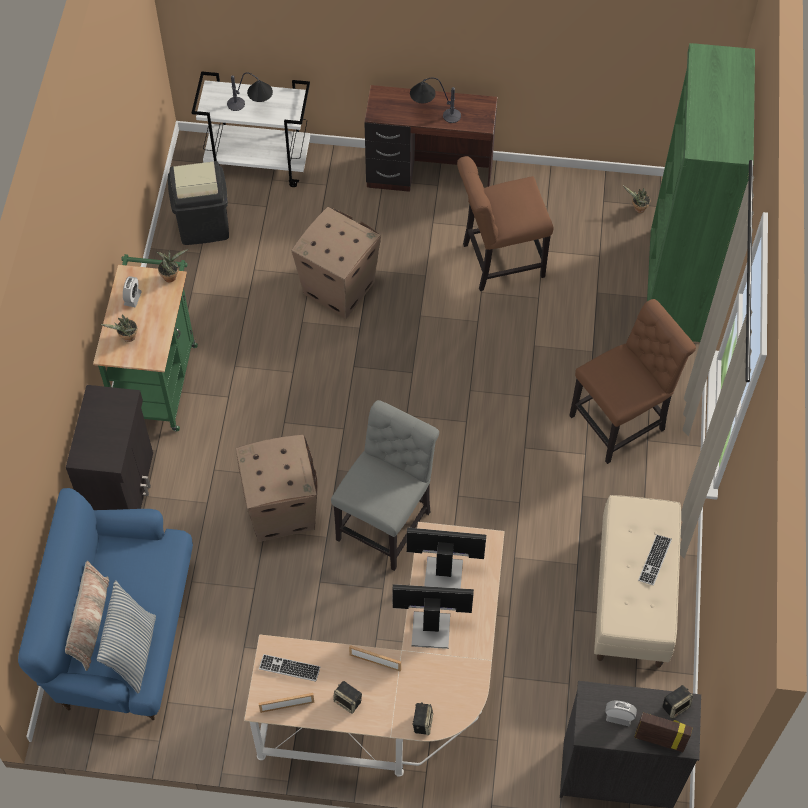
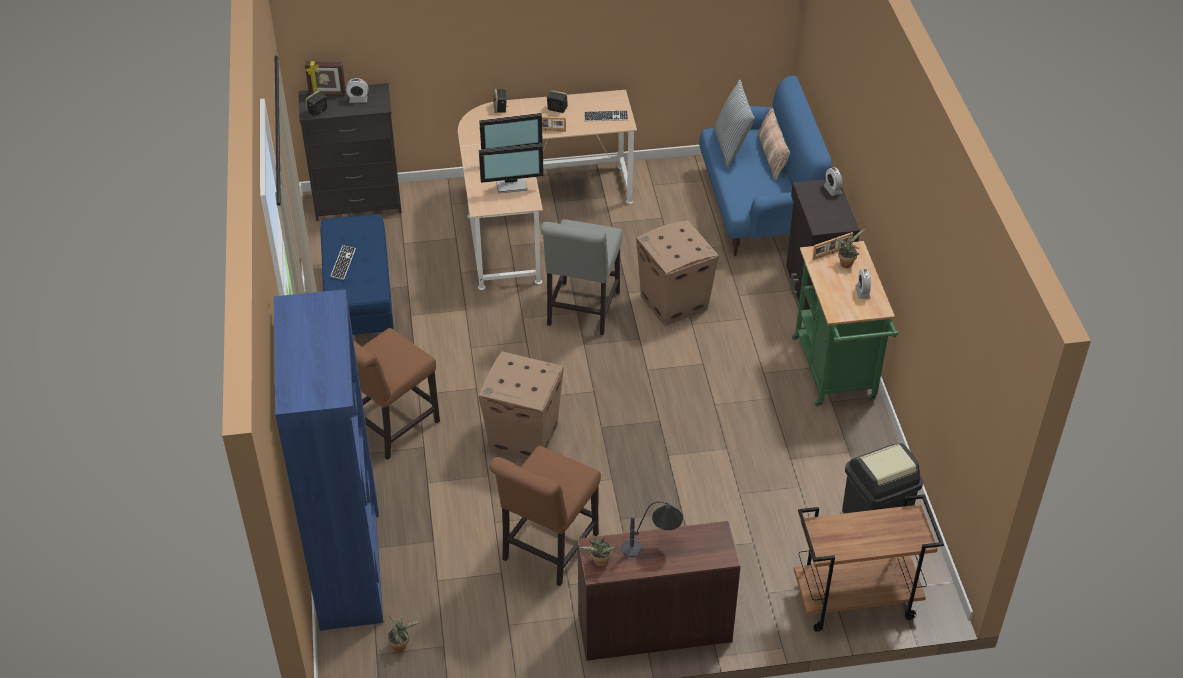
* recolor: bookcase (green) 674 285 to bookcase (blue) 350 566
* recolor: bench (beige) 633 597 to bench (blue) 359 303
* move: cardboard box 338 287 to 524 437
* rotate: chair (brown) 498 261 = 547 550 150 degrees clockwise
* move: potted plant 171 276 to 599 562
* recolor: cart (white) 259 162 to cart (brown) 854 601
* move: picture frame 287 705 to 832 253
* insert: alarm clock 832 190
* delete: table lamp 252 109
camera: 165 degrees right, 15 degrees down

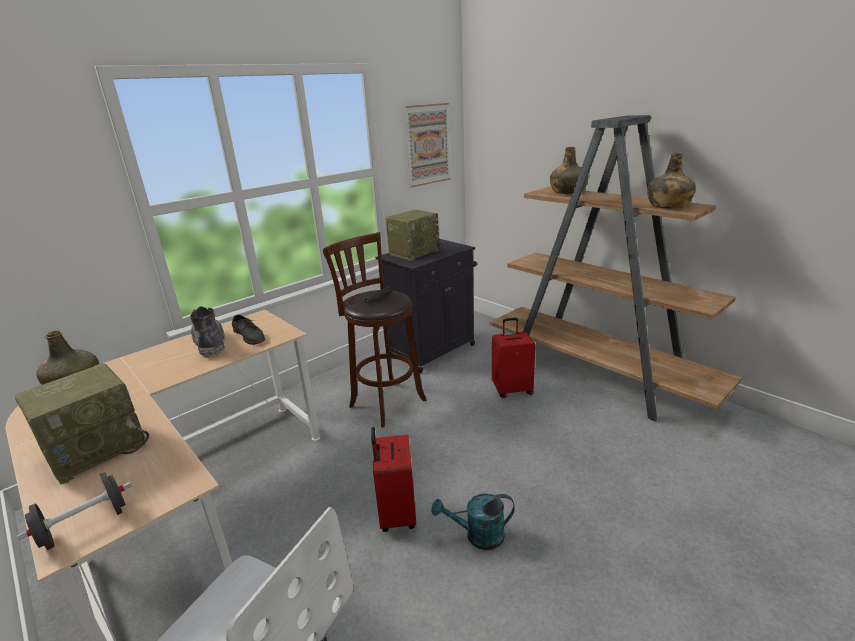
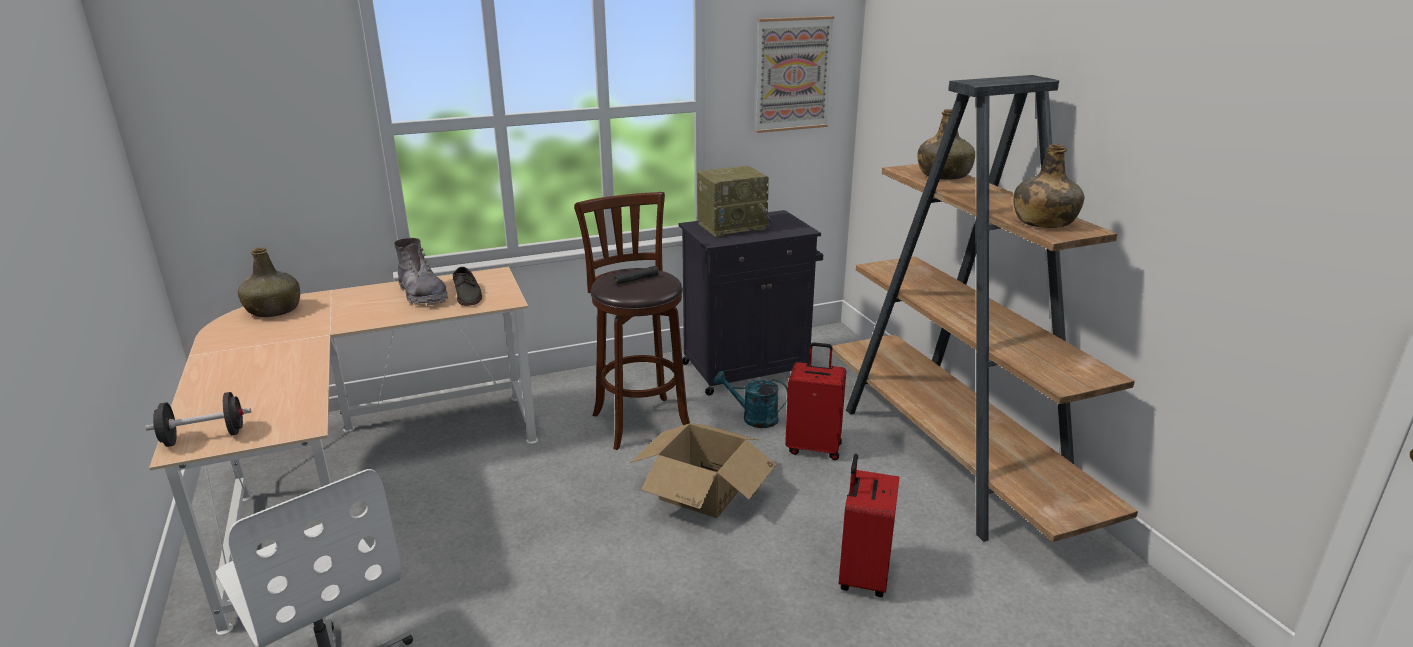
* rotate: boot (grey) 210 343 = 422 294 150 degrees clockwise
* insert: cardboard box 703 491
* move: watering can (turquoise) 477 536 to 753 418
* move: suitcase (red) 396 514 to 862 576
* delete: radio 98 449
camera: 20 degrees right, 0 degrees up

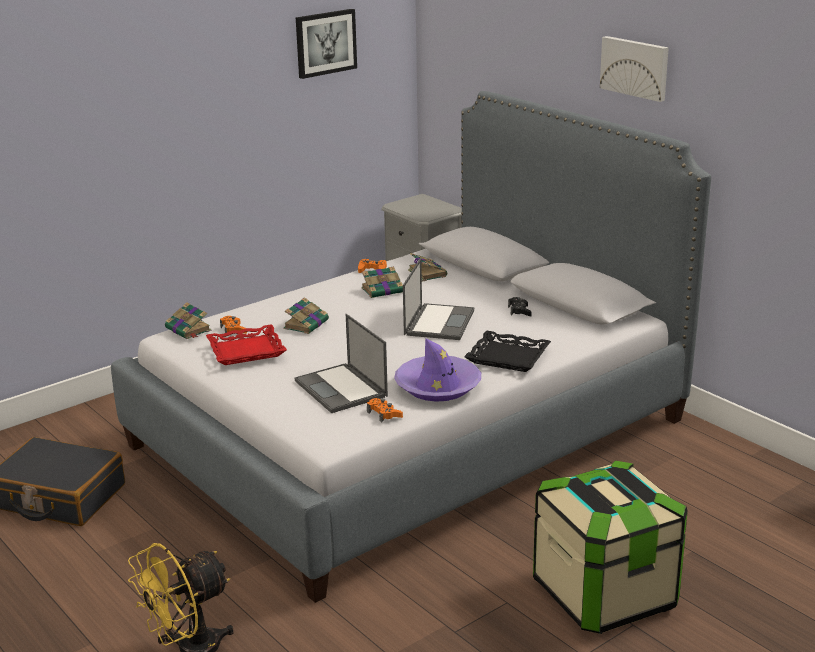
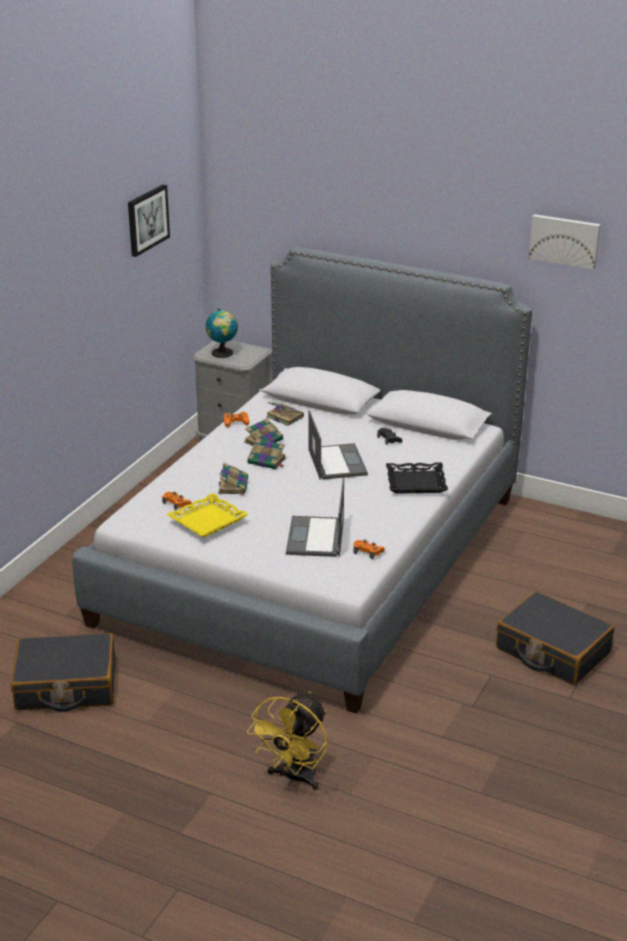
* recolor: tray (red) 246 350 to tray (yellow) 207 520
* insert: globe 223 353
* move: book 189 330 to 267 461
* rotate: laptop 341 389 = 315 538 60 degrees clockwise
* replace: storage box 605 595 to suitcase (black) 552 651
* move: picture 635 67 to 565 240
* delete: hat (purple) 438 386
camera: 25 degrees left, 5 degrees up

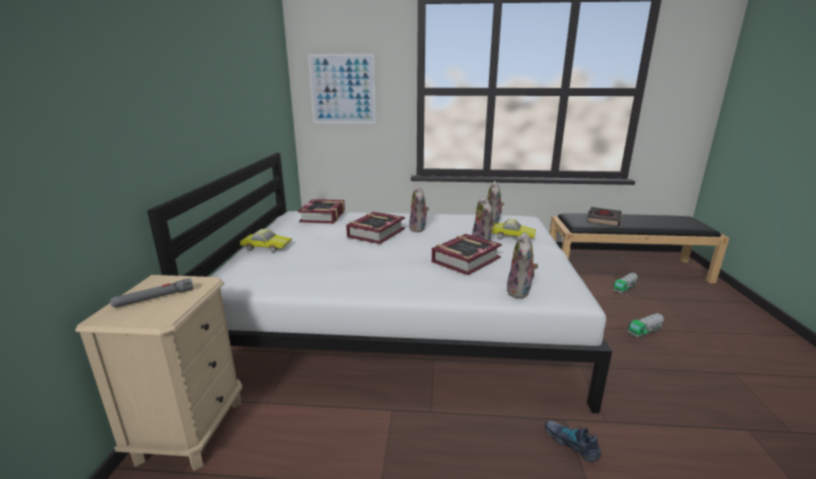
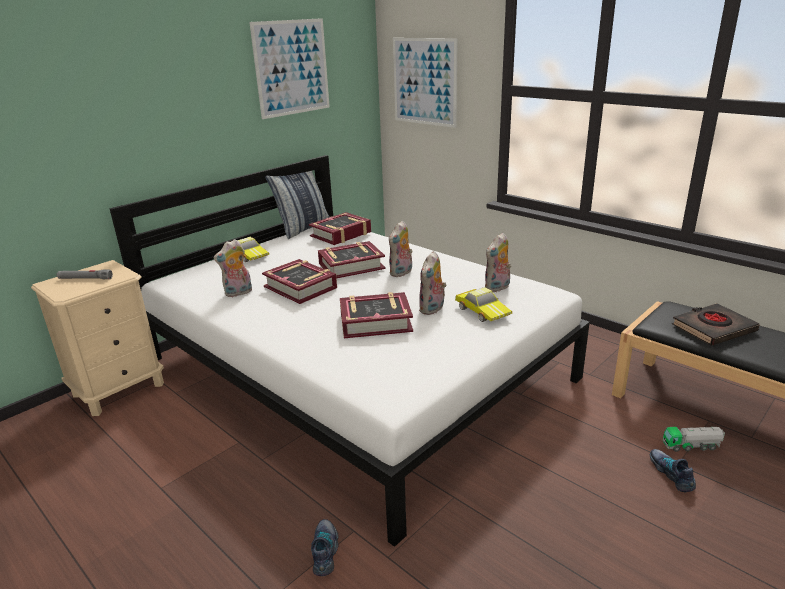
* move: plush toy 520 292 to 238 293
* insert: picture 292 68
* insert: book 301 287
* insert: pillow 303 228
* insert: shoe 671 473
* delete: toy truck 645 331
camera: 40 degrees right, 5 degrees up

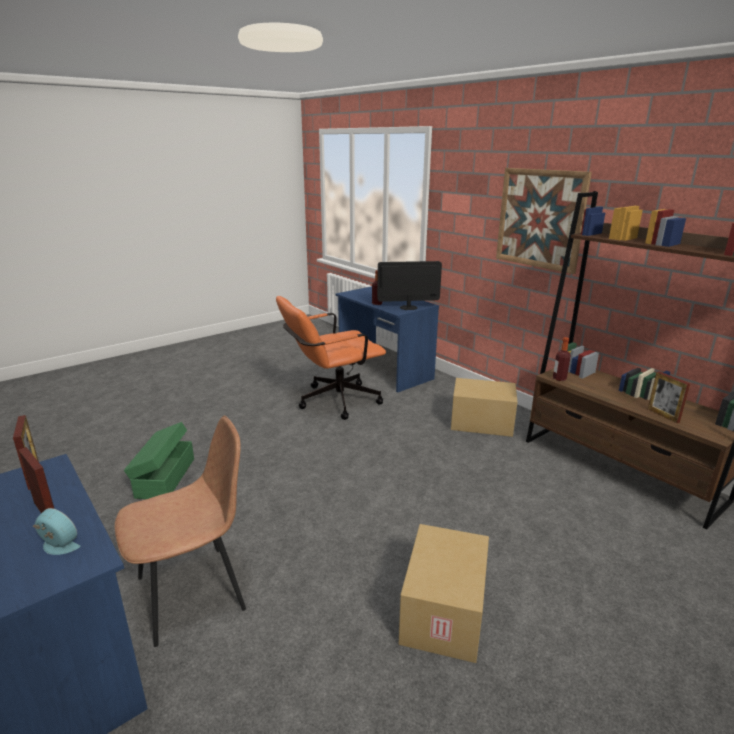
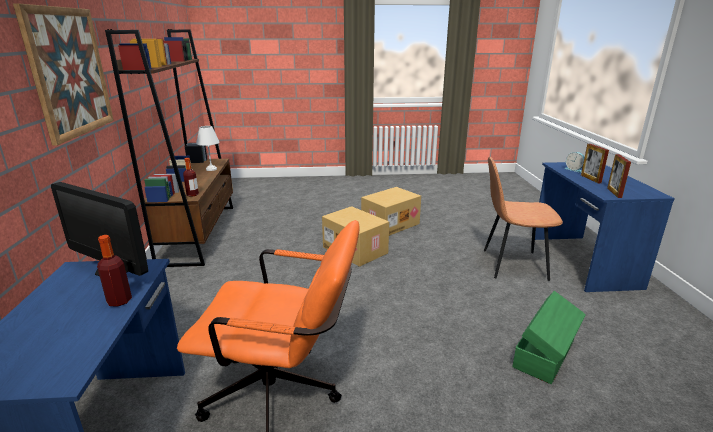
* replace: picture frame 663 415 to table lamp (white) 211 169
* move: cardboard box 481 423 to 356 250
camera: 145 degrees left, 0 degrees up

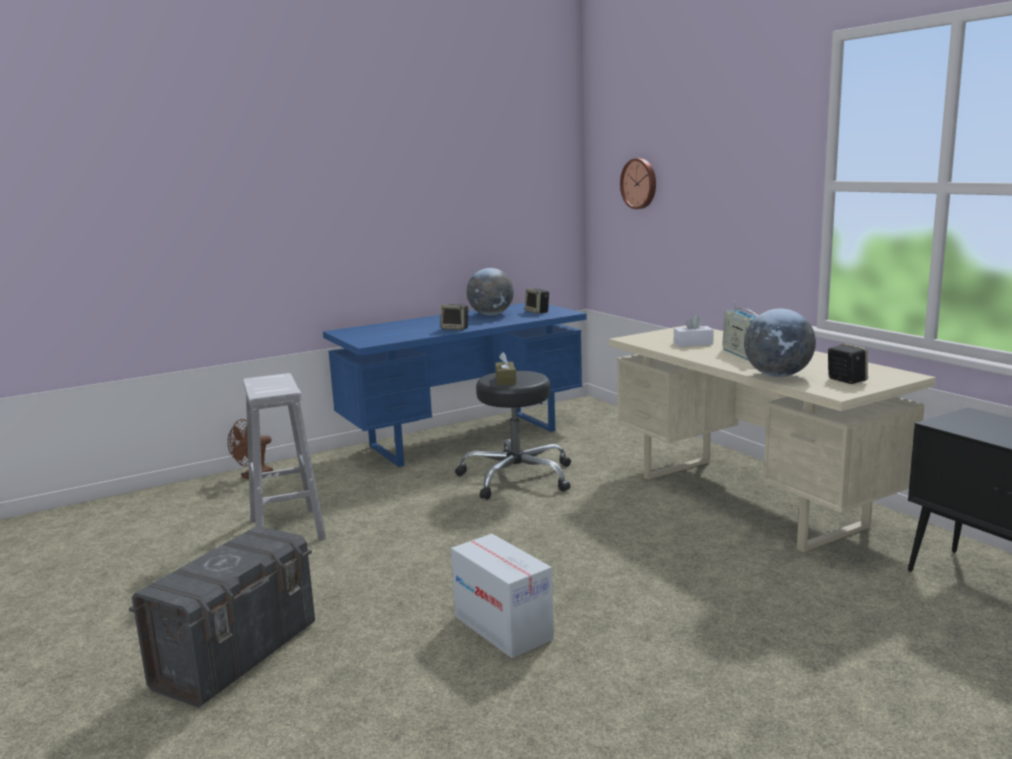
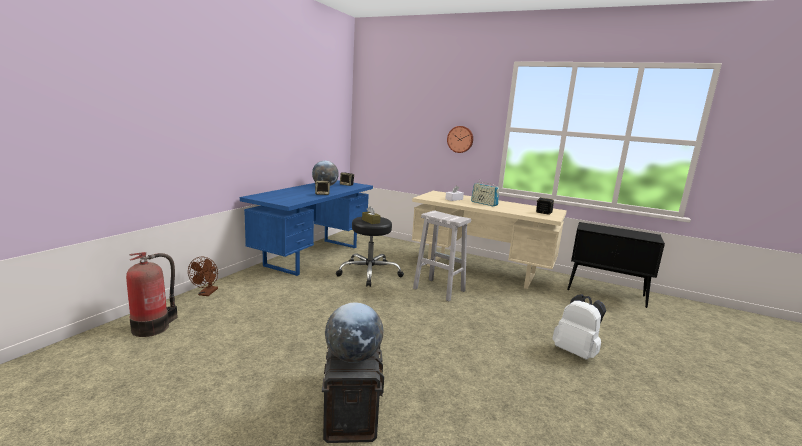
* insert: fire extinguisher 153 327
* move: globe 778 375 to 353 357
* move: stool (white) 286 528 to 438 289
* move: wall clock 640 183 to 460 139
* insert: backpack (white) 576 352
* delete: cardboard box 503 628
camera: 35 degrees left, 0 degrees up

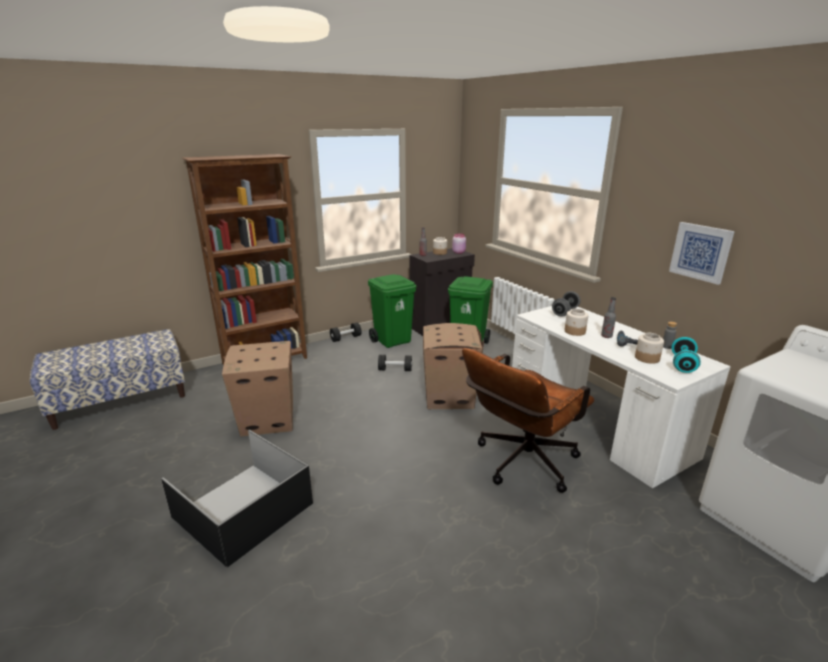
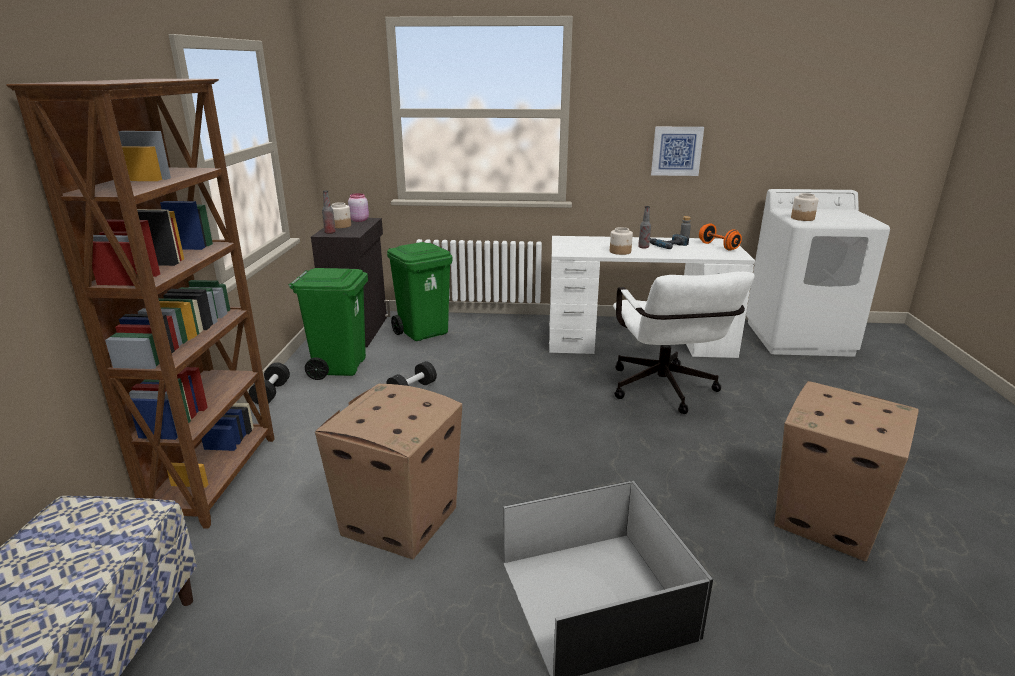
* recolor: office chair (brown) 520 464 to office chair (white) 665 392
* recolor: dumbbell (turquoise) 682 364 to dumbbell (orange) 718 246
* move: cardboard box 449 396 to 824 519
* move: jar 646 358 to 802 218
* delete: dumbbell (grey) 565 312
camera: 55 degrees left, 0 degrees up

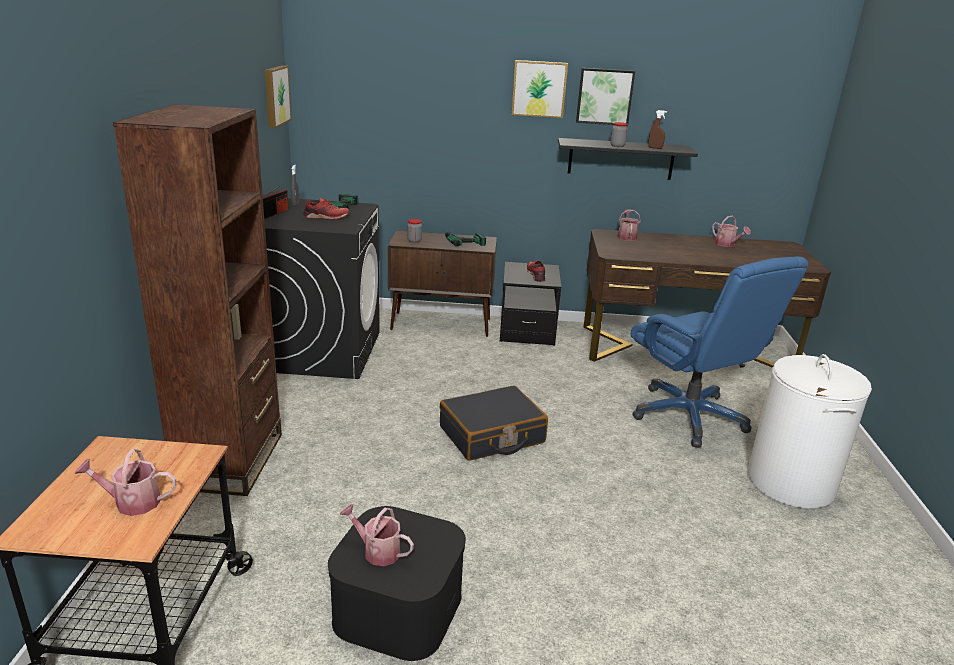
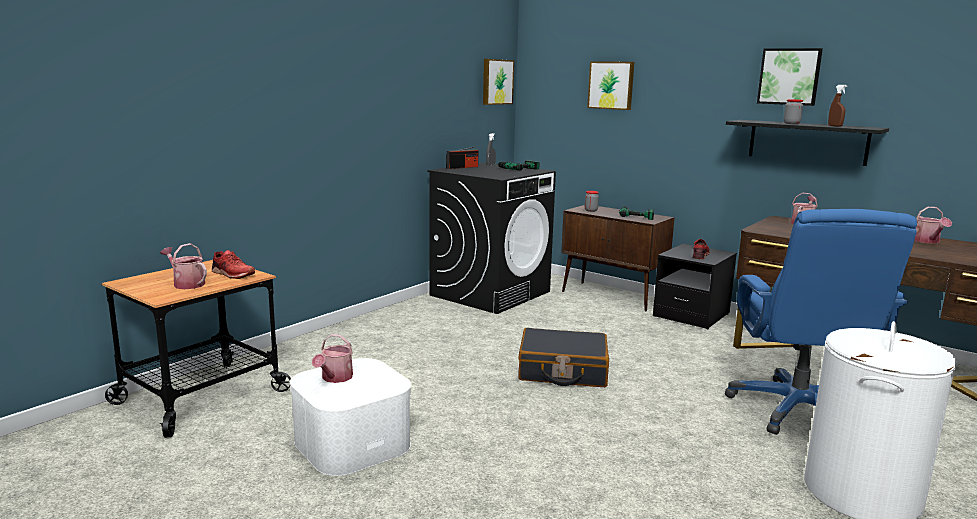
* move: shoe (red) 326 217 to 232 274
* recolor: storage box (black) 398 607 to storage box (white) 352 442
* rotate: watering can 377 551 = 335 378 135 degrees counterclockwise
* move: picture 539 88 to 611 85
* delete: bookcase (brown) 230 460
camera: 35 degrees right, 10 degrees down

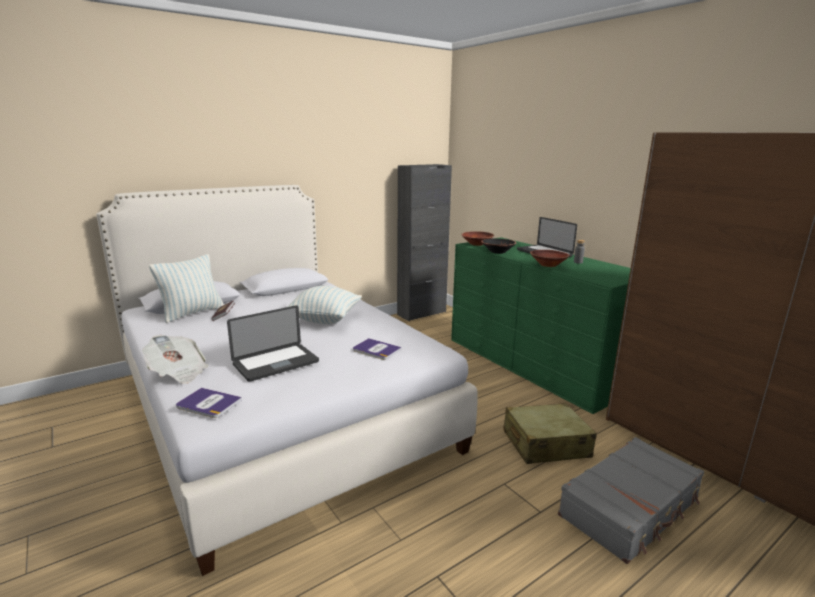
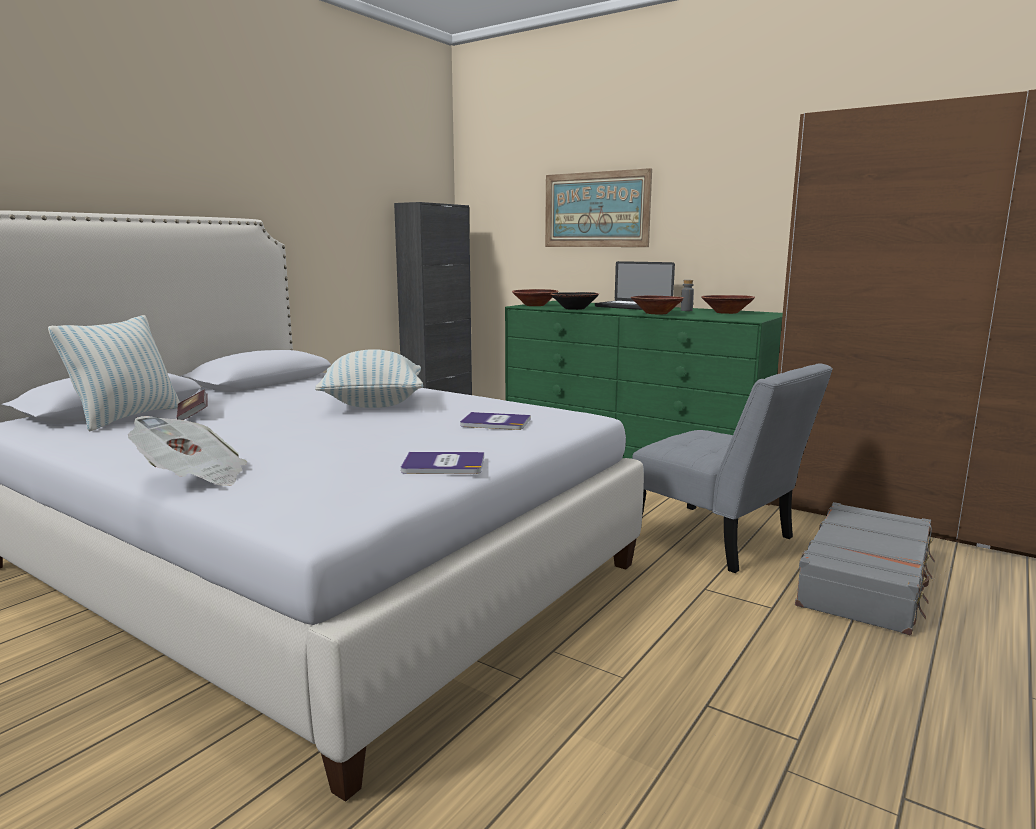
* move: book 208 403 to 443 465
* insert: picture 596 209
* replace: suitcase (beige) 545 444 to chair (grey) 719 540
* insert: bowl (brown) 726 312
* delete: laptop 276 363
camera: 20 degrees left, 5 degrees down

